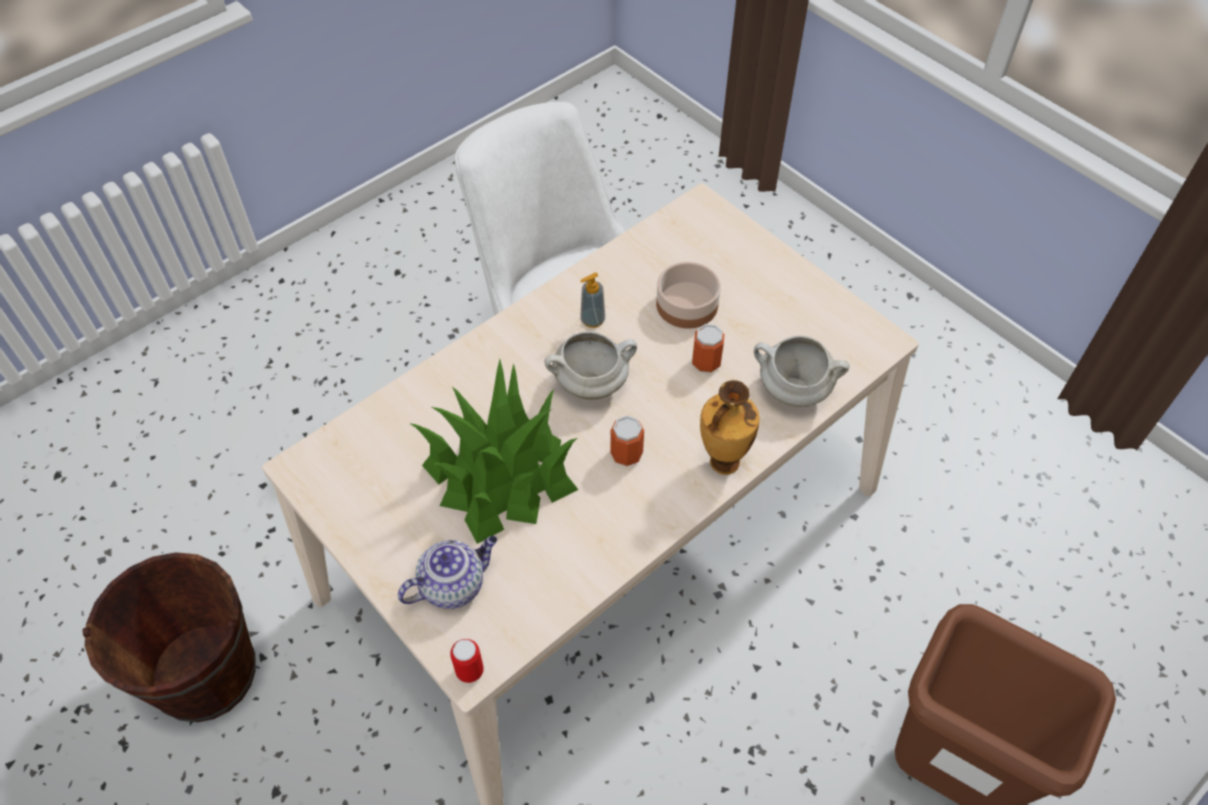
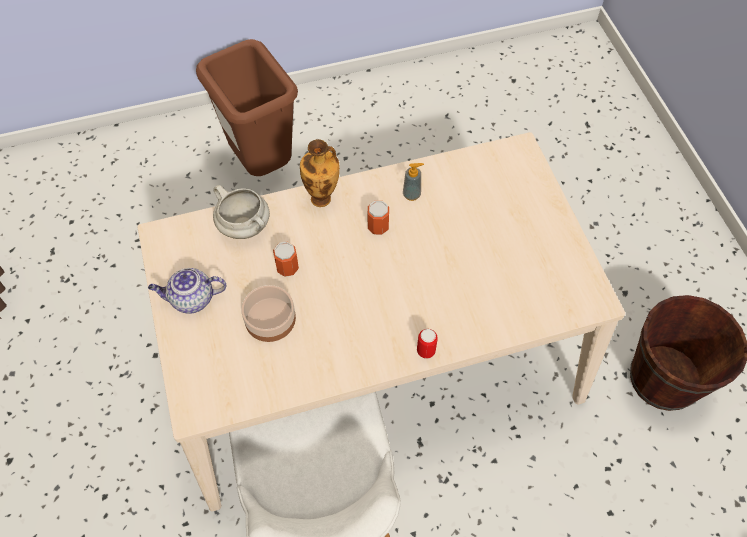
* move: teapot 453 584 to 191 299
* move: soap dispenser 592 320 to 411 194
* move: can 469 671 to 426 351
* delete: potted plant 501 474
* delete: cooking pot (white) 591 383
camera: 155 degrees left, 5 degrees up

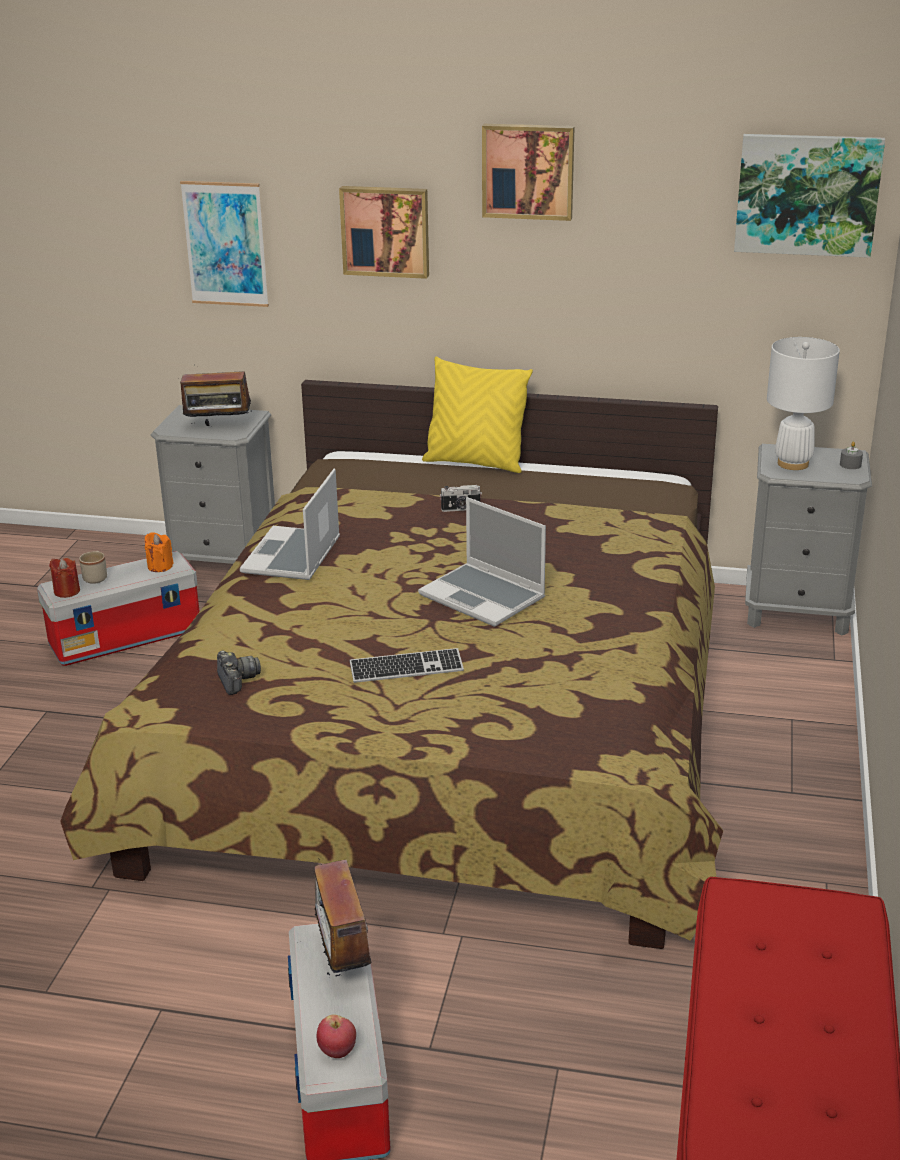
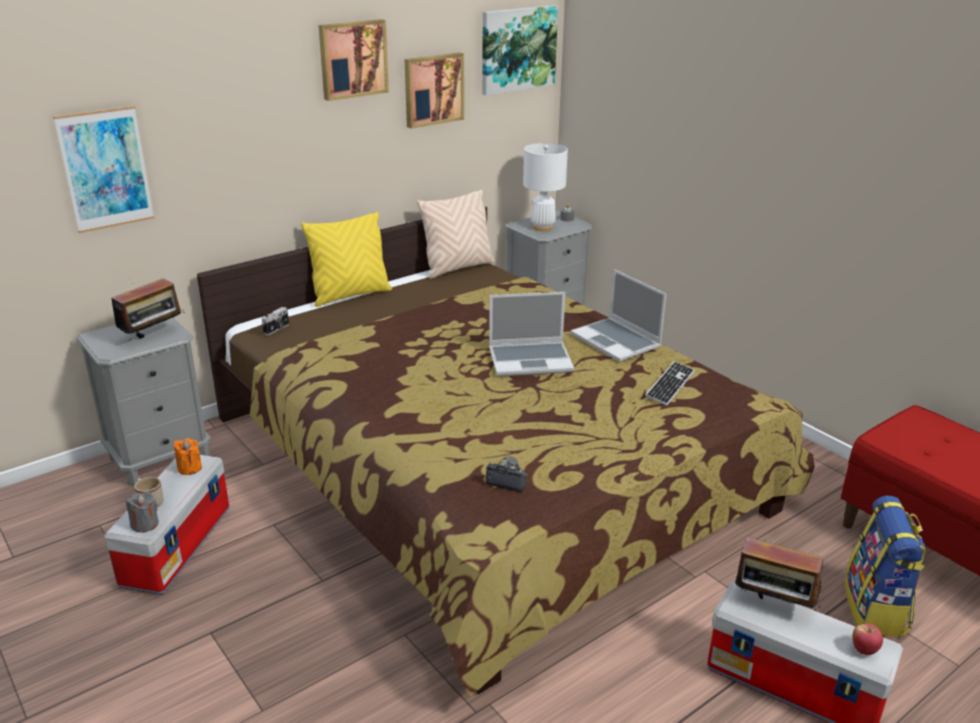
* recolor: candle (red) 67 591 to candle (grey) 145 524
* move: photo camera 461 509 to 277 329
* move: picture 385 231 to 433 89
* insert: pillow (beige) 457 268
* move: laptop 292 557 to 617 341
* move: keyboard 406 668 to 670 385
* insert: backpack 876 609
camera: 50 degrees left, 0 degrees up

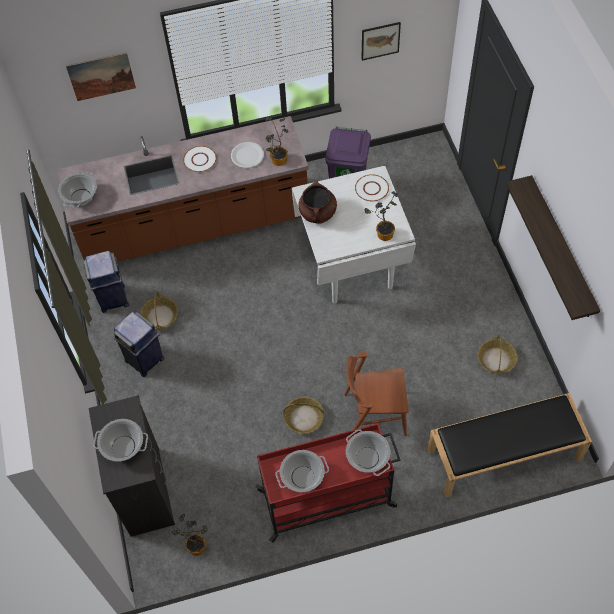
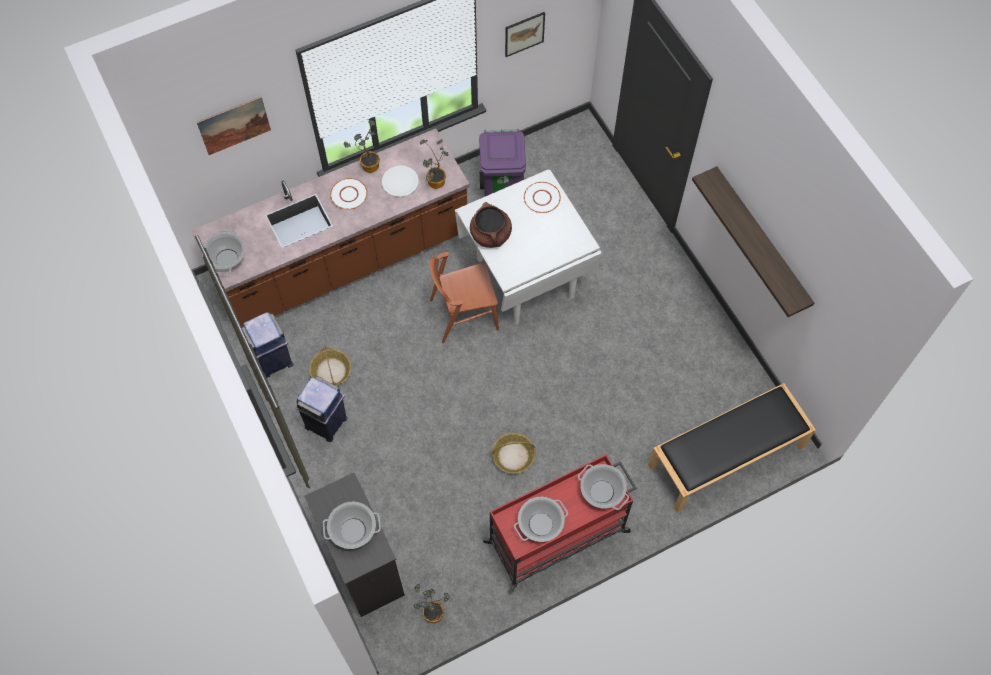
* move: potted plant 382 234 to 368 165
* move: chair (brown) 374 414 to 463 314
* delete: basket 496 360
camera: 15 degrees left, 5 degrees up

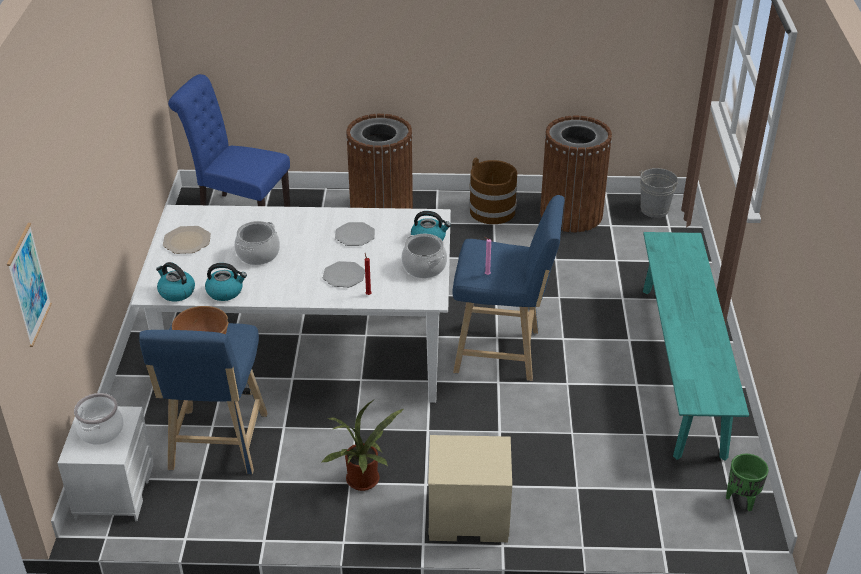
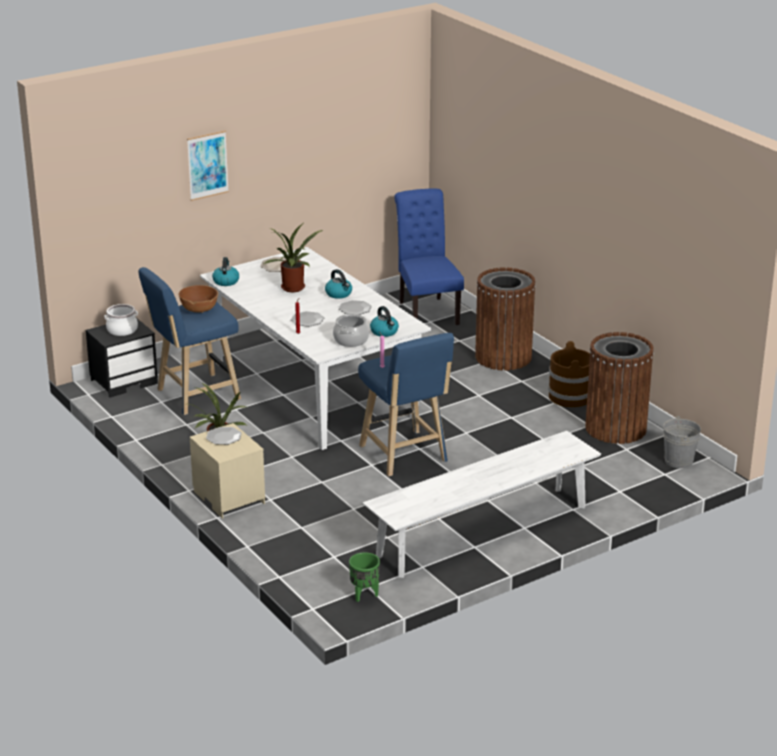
* recolor: nightstand (white) 114 490 to nightstand (black) 124 381
* move: picture 29 285 to 207 165
* insert: plate 223 437
* replace: cooking pot 258 254 to potted plant 293 289
* move: kettle 225 291 to 339 294
* recolor: bench (turquoise) 682 368 to bench (white) 483 531
camera: 55 degrees right, 10 degrees down

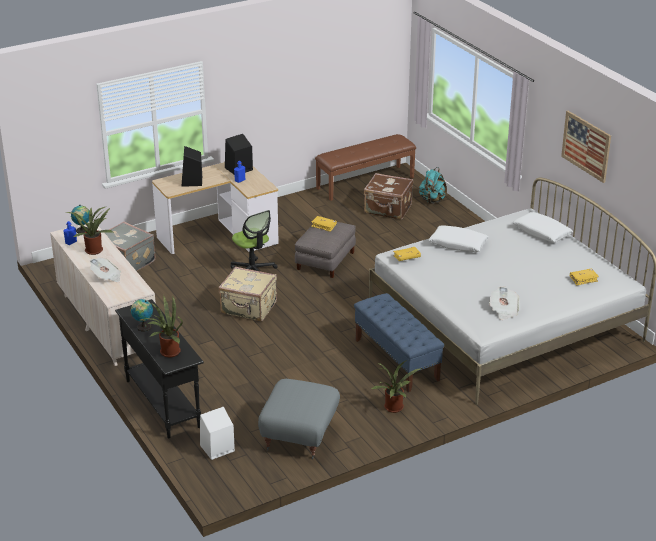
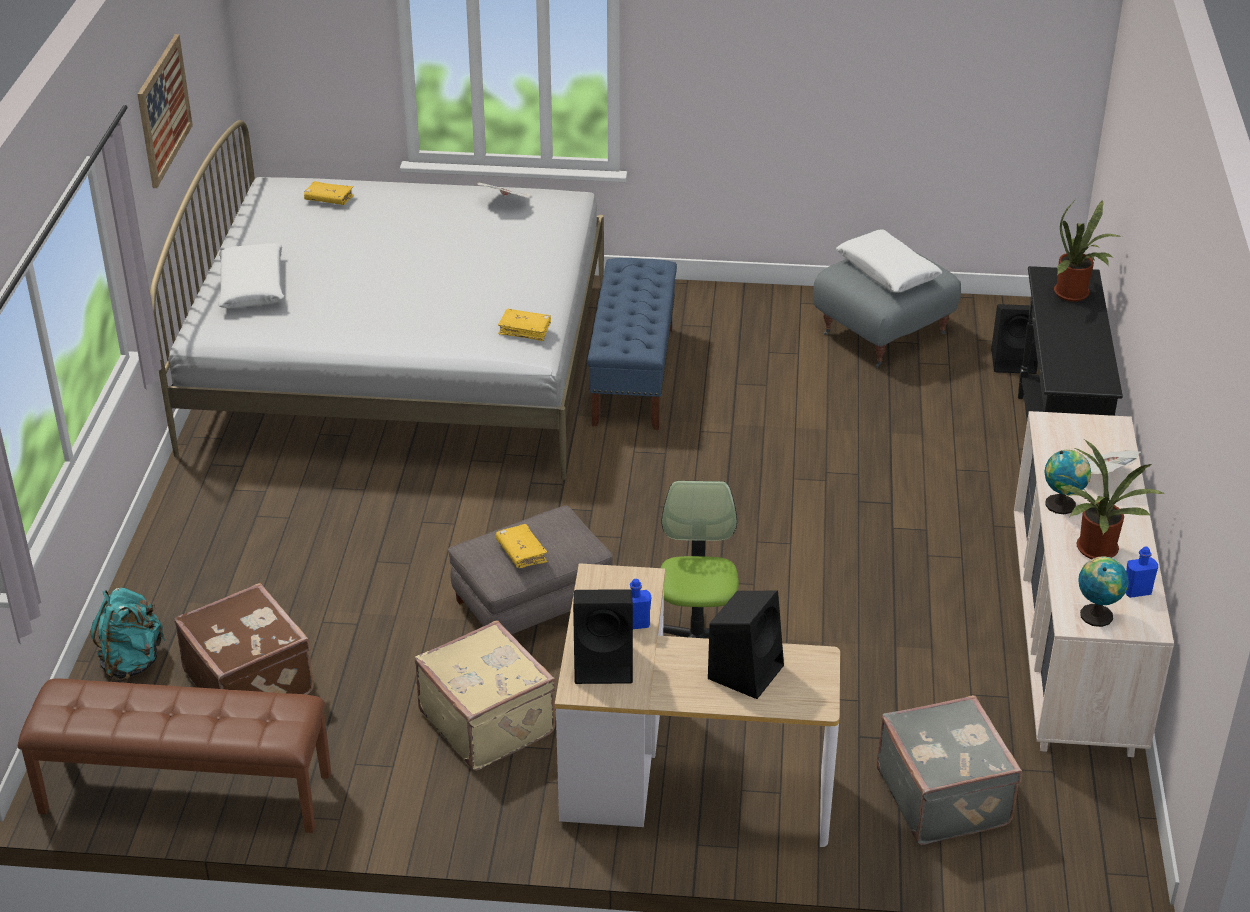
* move: suitcase (beige) 248 308 to 488 721
* move: pillow (white) 458 244 to 888 271
* recolor: speaker (white) 216 449 to speaker (black) 1015 361
* move: globe 143 327 to 1062 505
* delete: potted plant 394 409
camera: 145 degrees left, 5 degrees up

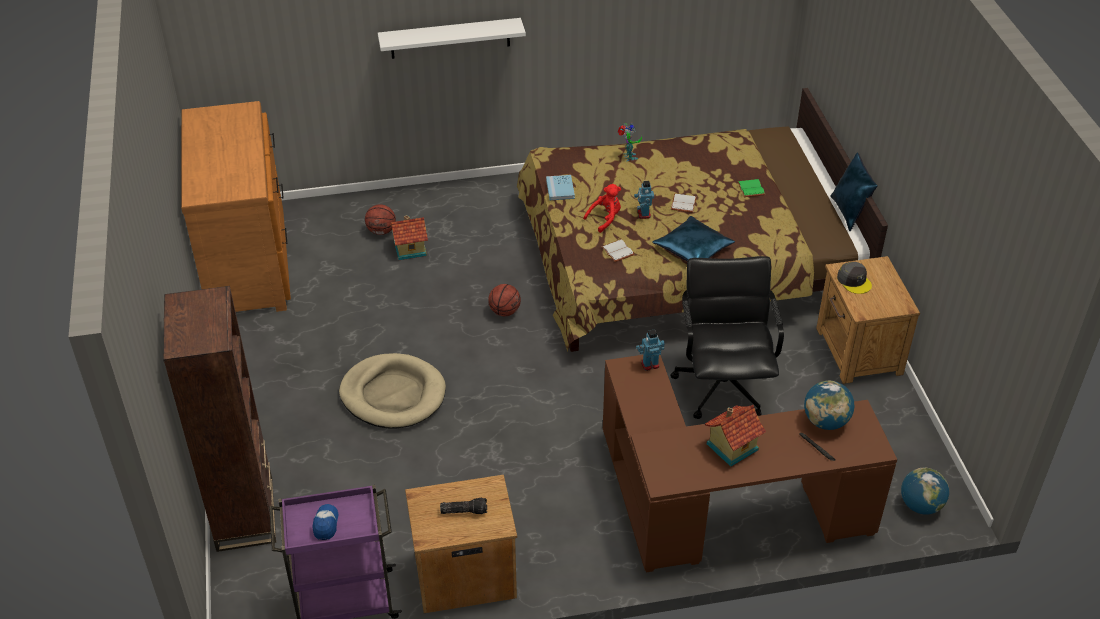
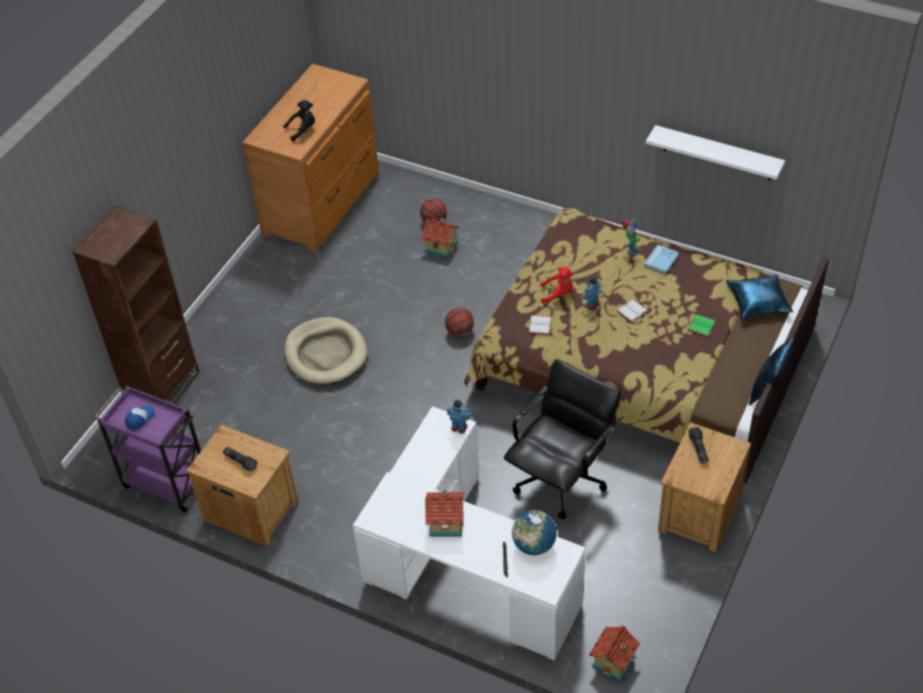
* insert: plush toy (black) 303 130
* recolor: desk (brown) 719 509 to desk (white) 462 570
* replace: globe 920 505 to toy house 614 661
* move: book (blue) 560 189 to 661 260
* move: shelf (white) 450 38 to 717 153
* replace: cap (grey) 854 281 to flashlight 697 448
* move: pillow (blue) 693 249 to 758 302
camera: 40 degrees right, 5 degrees up

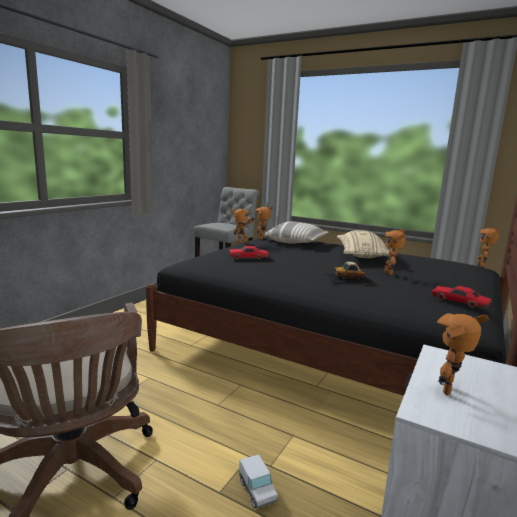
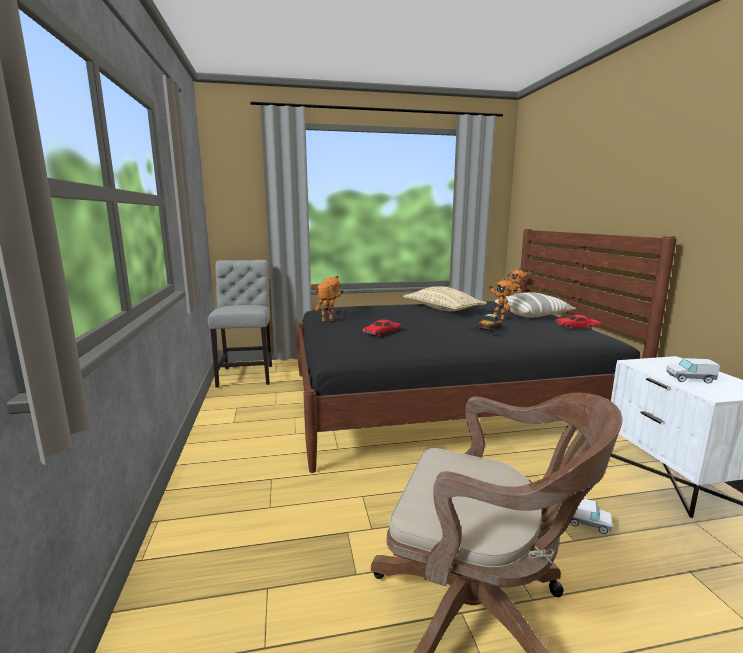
* move: pillow 296 243 to 532 315
* replace: toy robot 451 390 to toy truck 690 379
camera: 40 degrees left, 0 degrees up

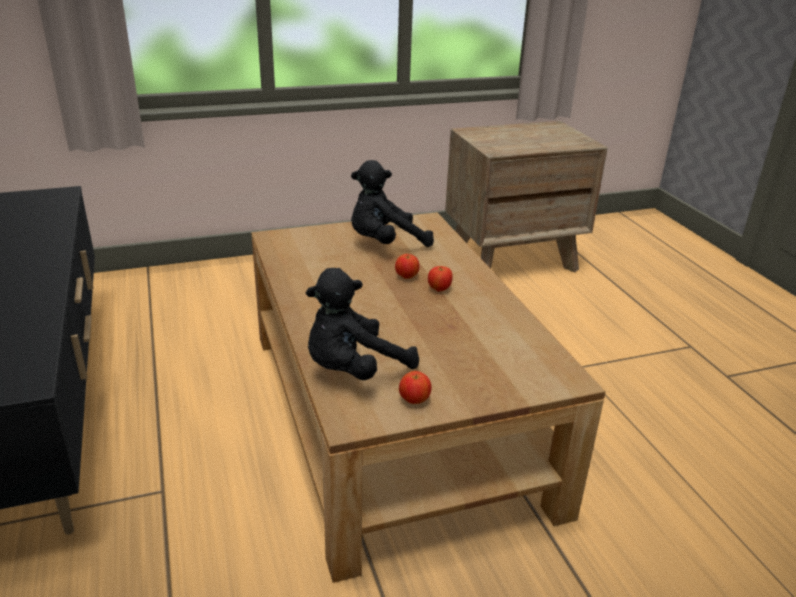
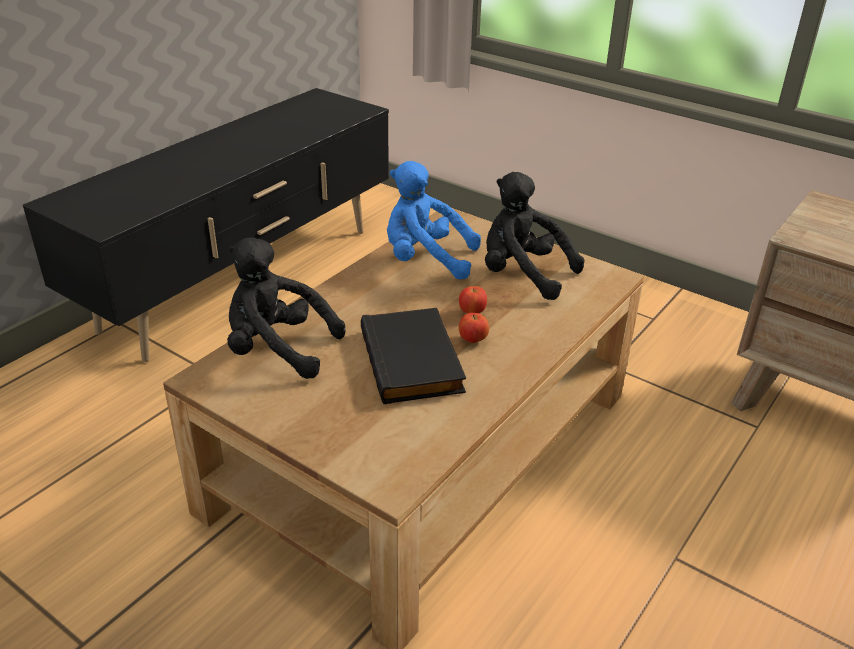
* insert: book (black) 414 361
* insert: plush toy (blue) 425 260
* delete: apple 414 400
camera: 55 degrees right, 5 degrees up

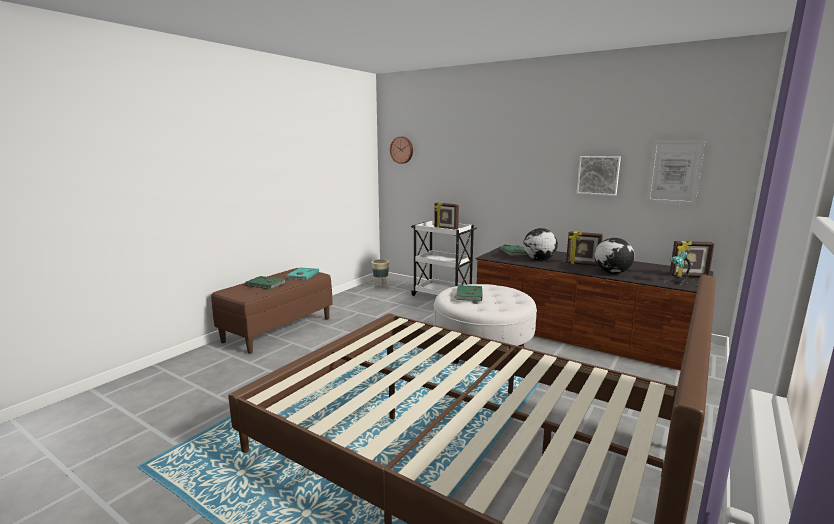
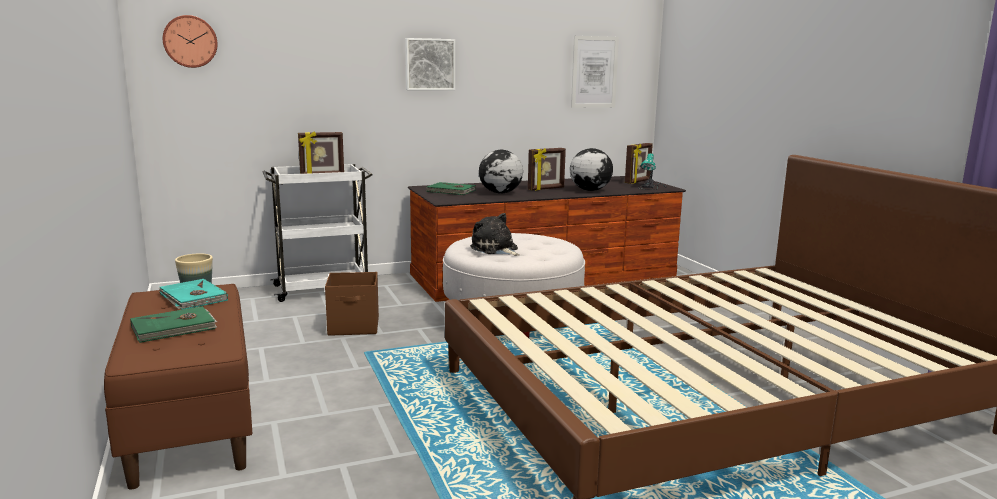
* insert: storage box (brown) 354 327
* move: picture 598 175 to 429 64
* replace: book (green) 468 295 to plush toy 495 249
camera: 55 degrees left, 0 degrees up

